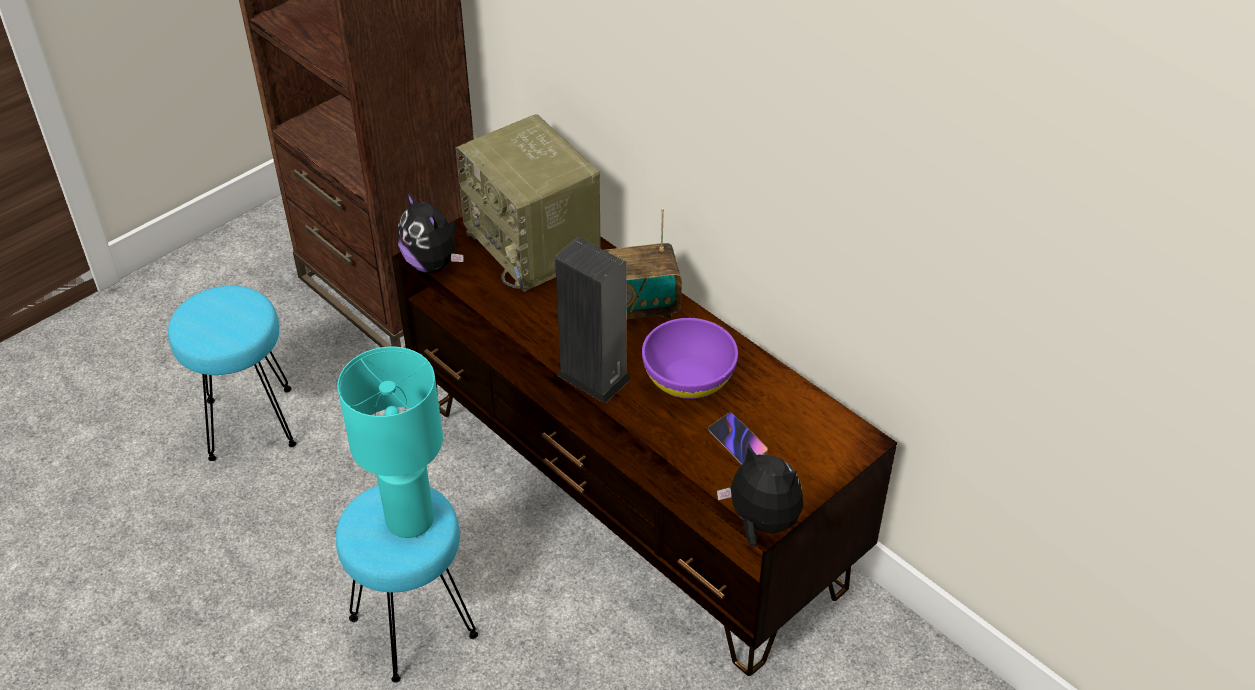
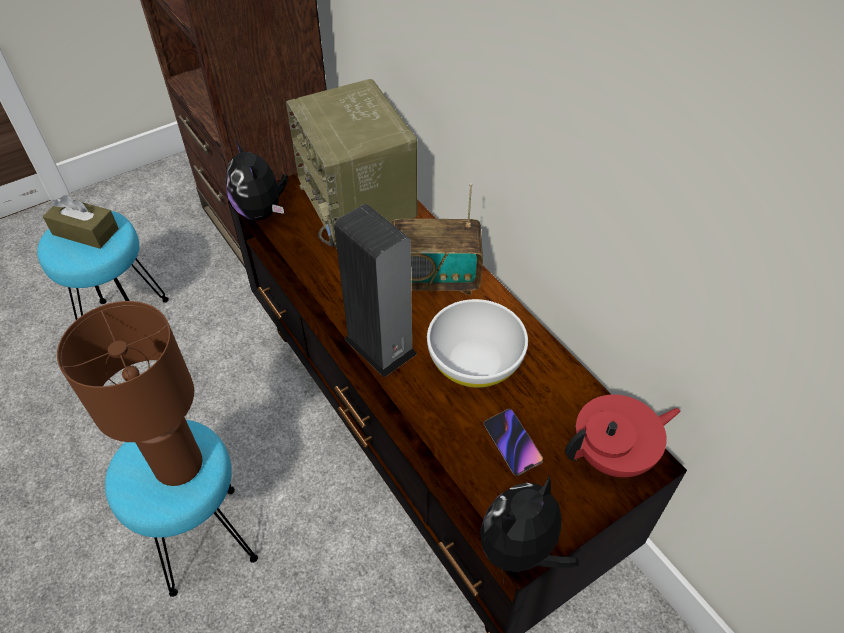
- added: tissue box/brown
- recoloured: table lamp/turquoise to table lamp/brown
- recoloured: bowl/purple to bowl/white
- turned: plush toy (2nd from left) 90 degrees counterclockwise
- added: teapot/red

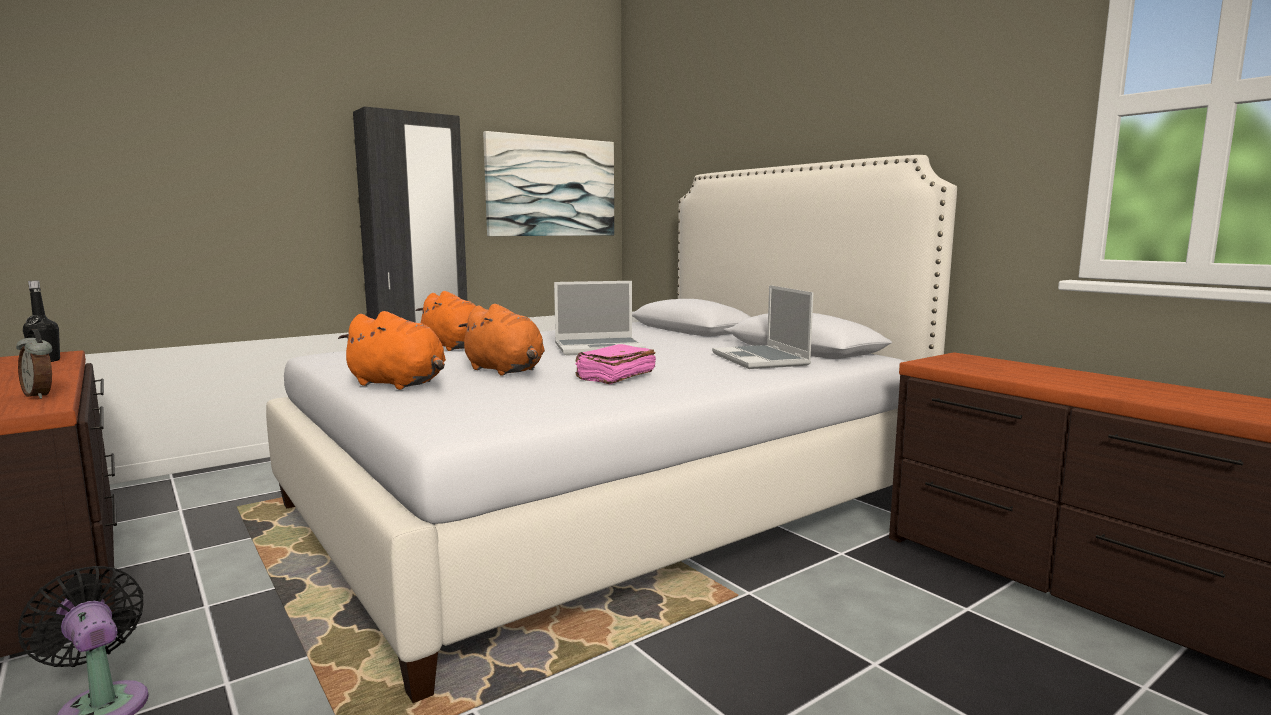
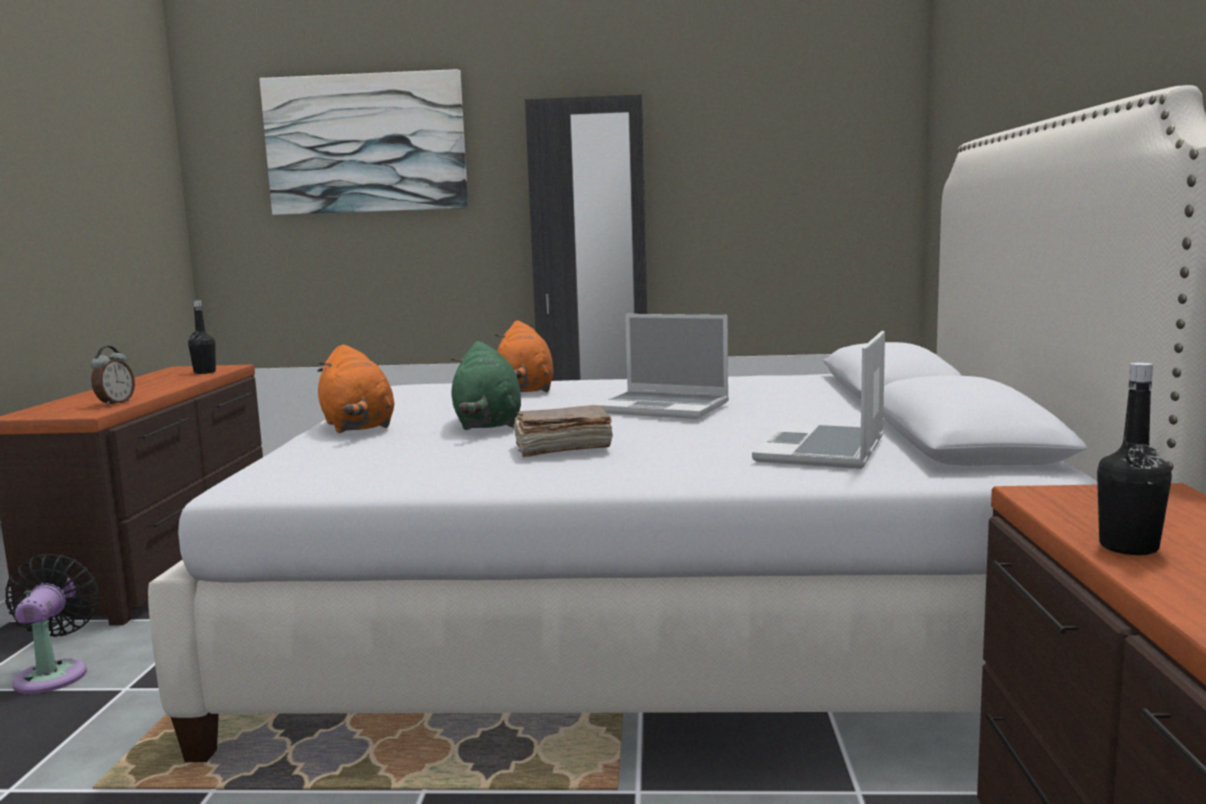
- turned: alarm clock 150 degrees counterclockwise
- moved: picture
- recoloured: plush toy/orange (3rd from left) to plush toy/green
- recoloured: book/pink to book/brown
- added: bottle/black (2nd from left)

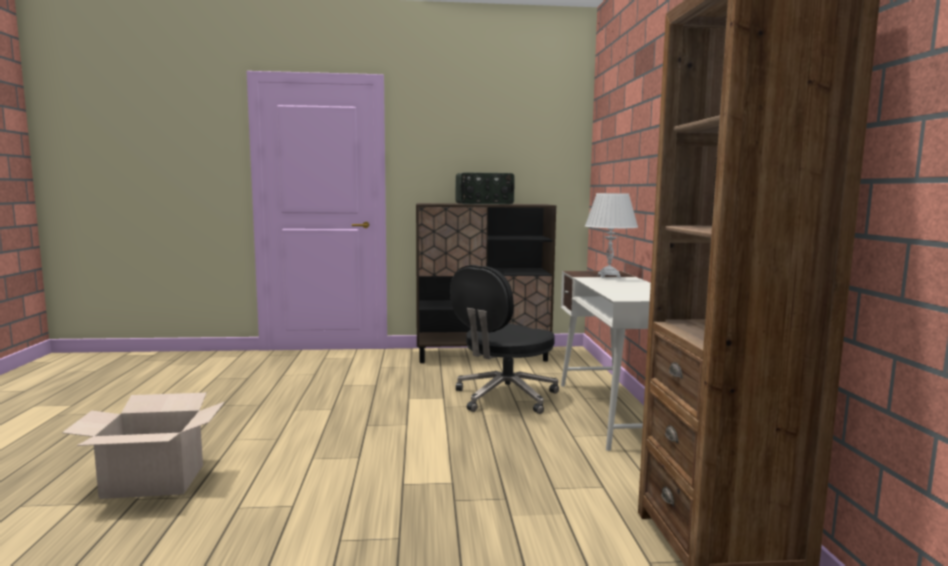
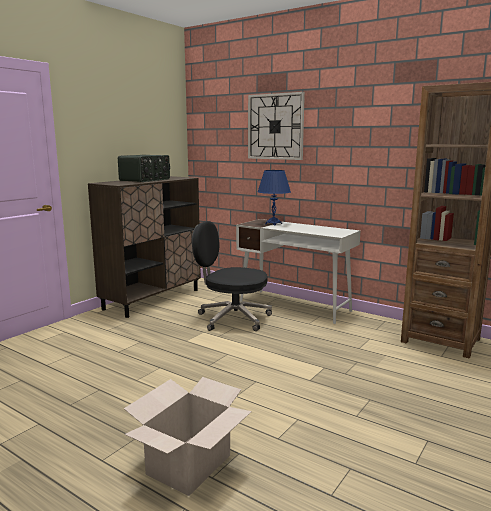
- turned: office chair/black 120 degrees clockwise
- added: wall clock
- recoloured: table lamp/white to table lamp/blue

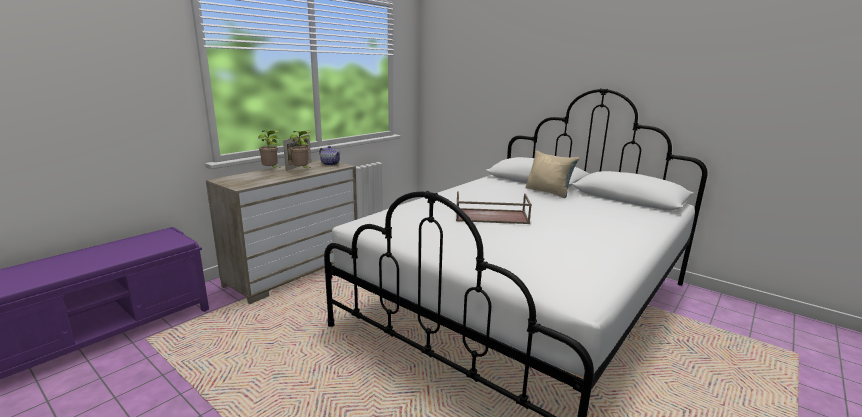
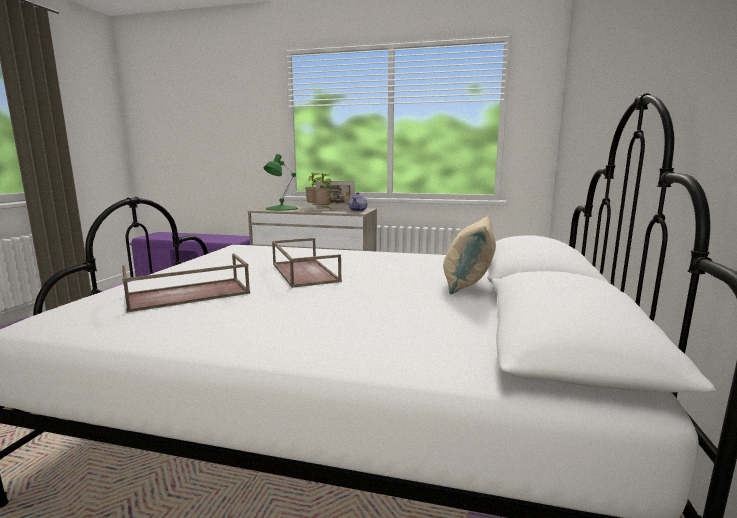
- added: tray/brown (1st from left)
- added: table lamp/green

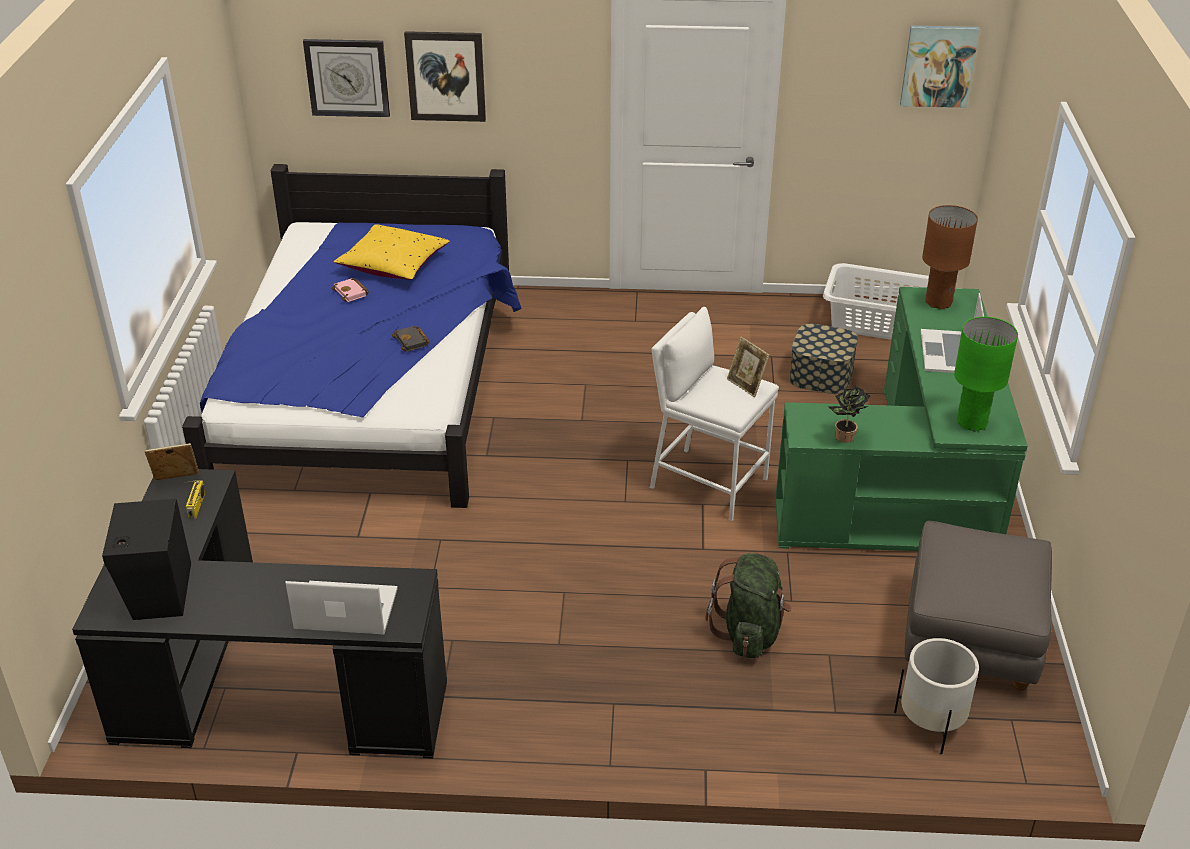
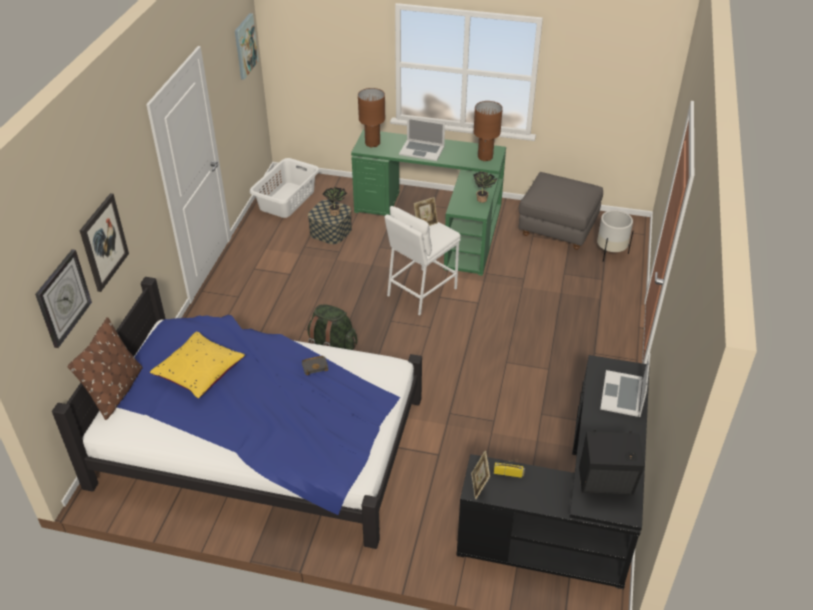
- added: pillow/brown
- moved: backpack/green
- added: potted plant (1st from left)
- recoloured: table lamp/green to table lamp/brown (2nd from left)
- removed: book/pink

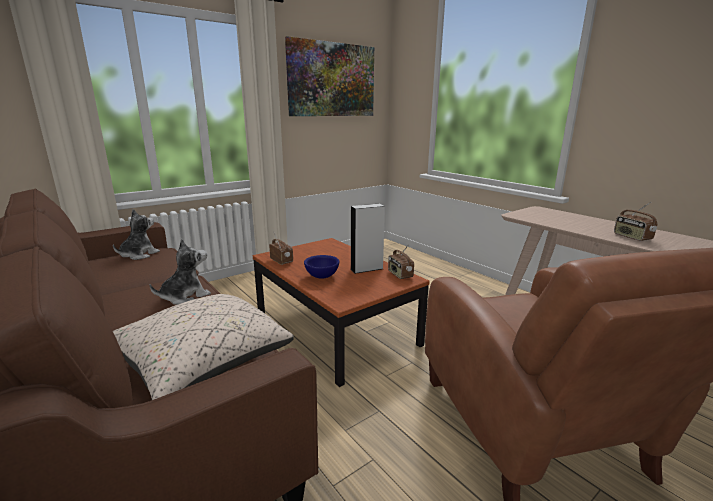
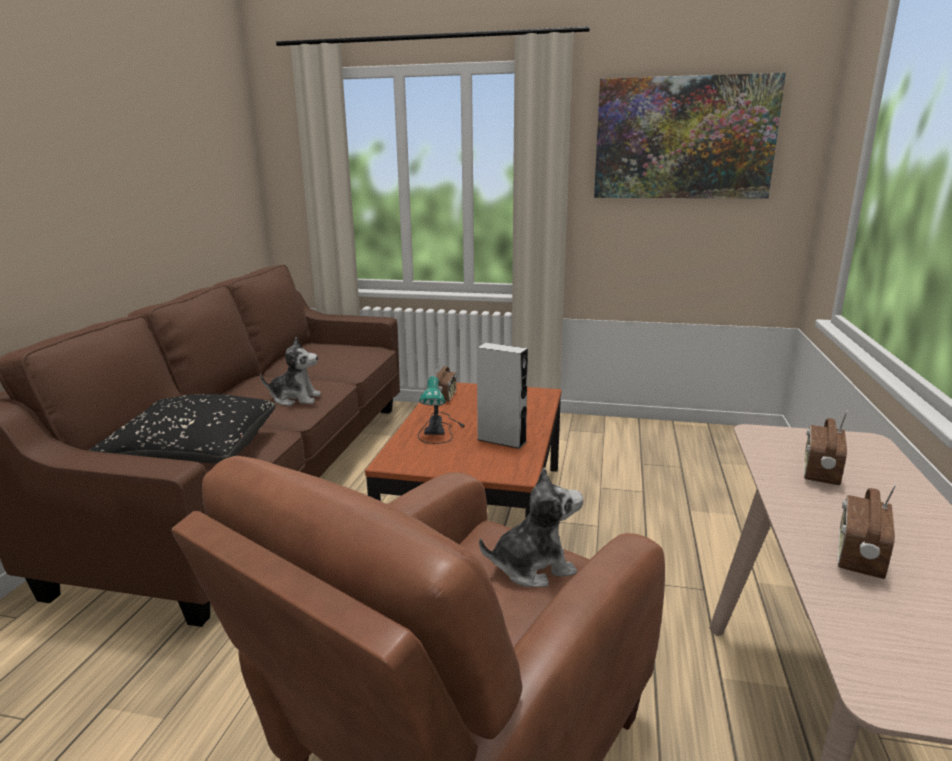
- recoloured: pillow/beige to pillow/black
- replaced: bowl/blue to table lamp
- moved: plush toy (1st from left in the first image) to plush toy (2nd from left)
- moved: radio (2nd from left)

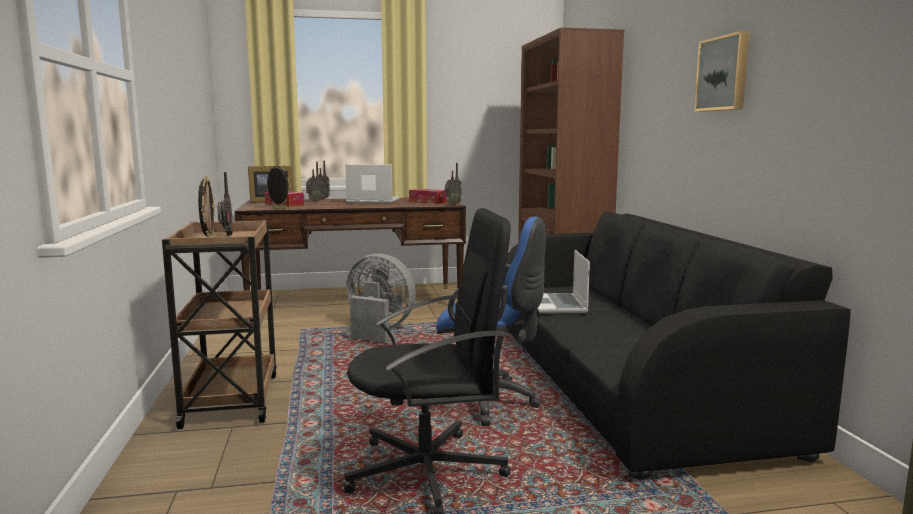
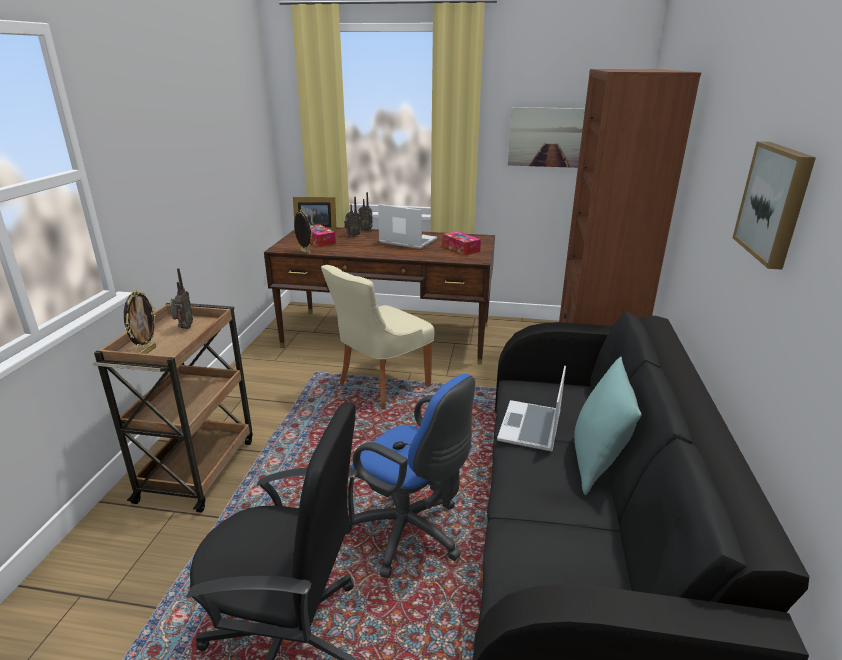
- replaced: fan/grey to chair/beige
- added: picture (1st from left)
- added: pillow/turquoise
- removed: radio (4th from left)

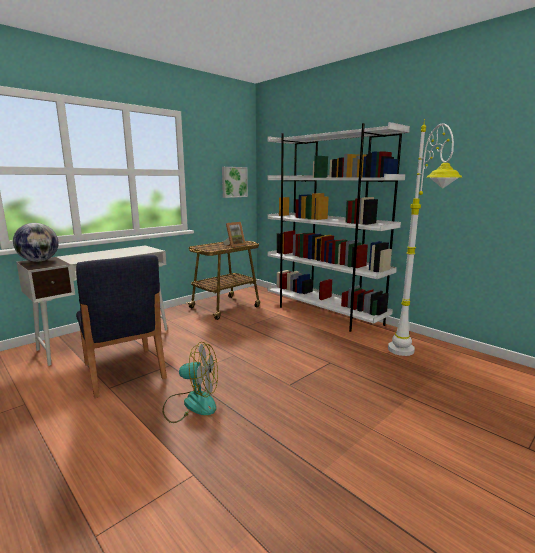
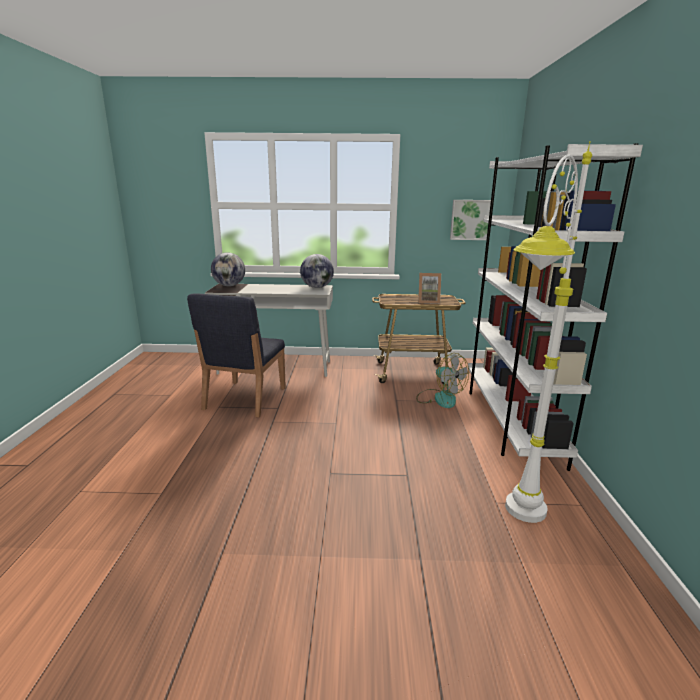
- added: globe (2nd from left)
- moved: fan

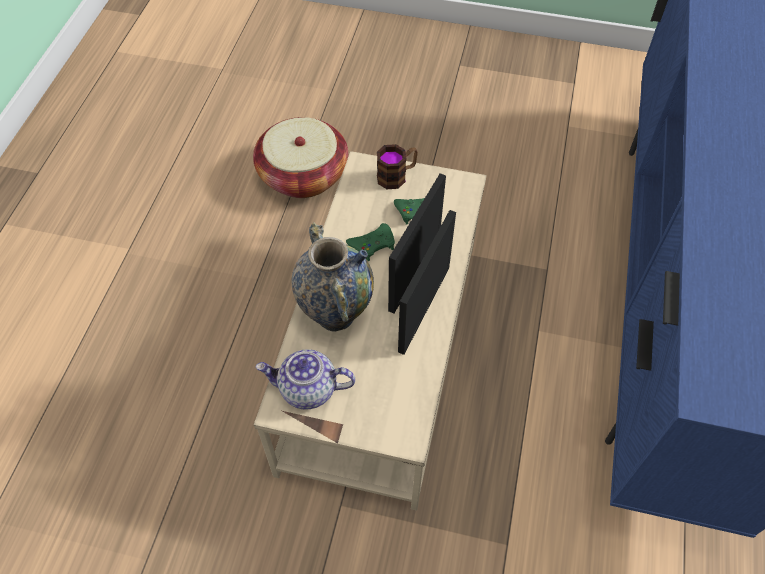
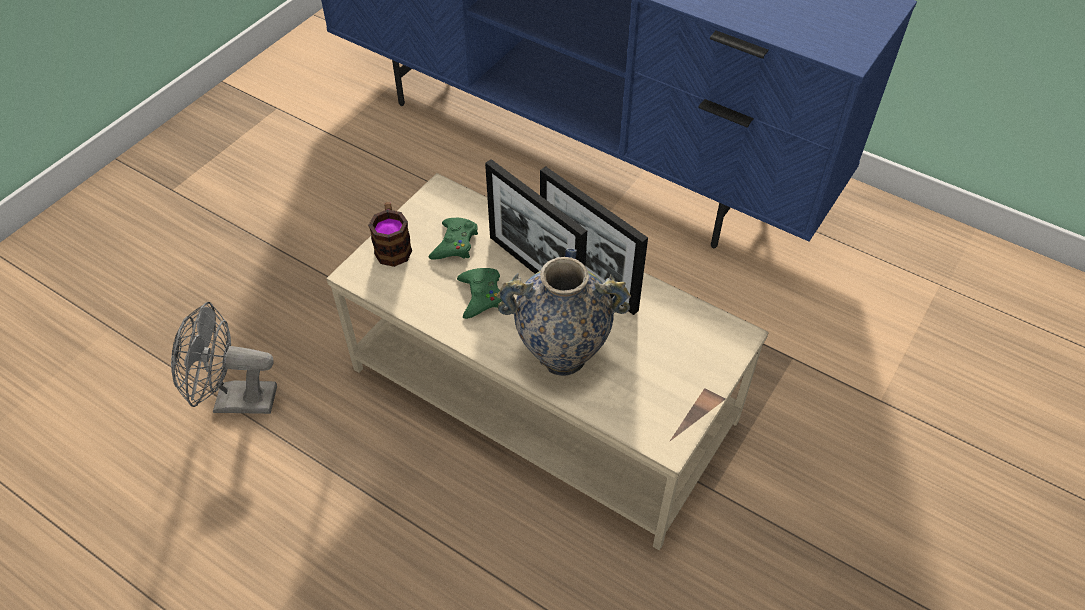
- replaced: basket to fan/grey
- removed: teapot

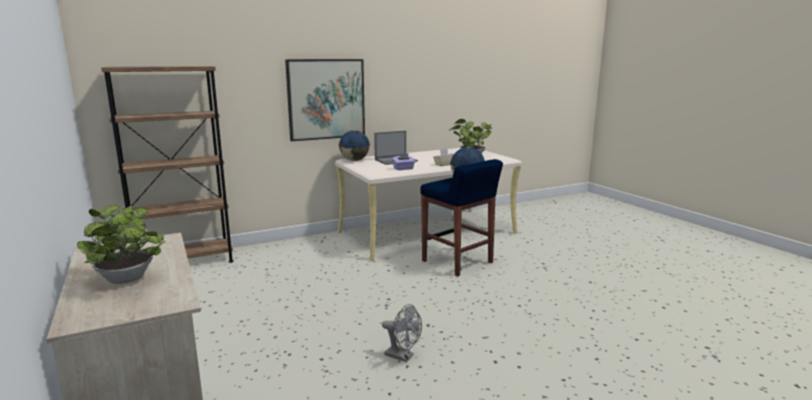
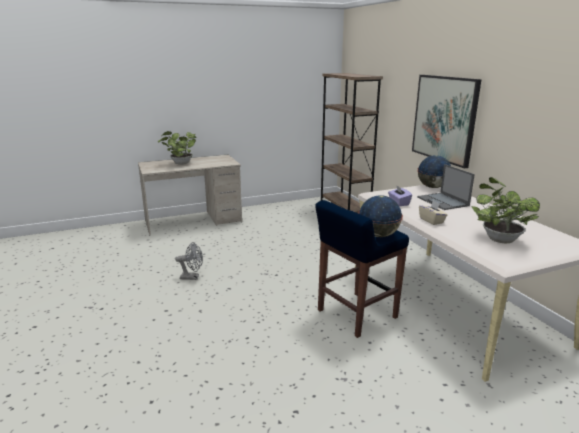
- turned: fan/grey 120 degrees counterclockwise

